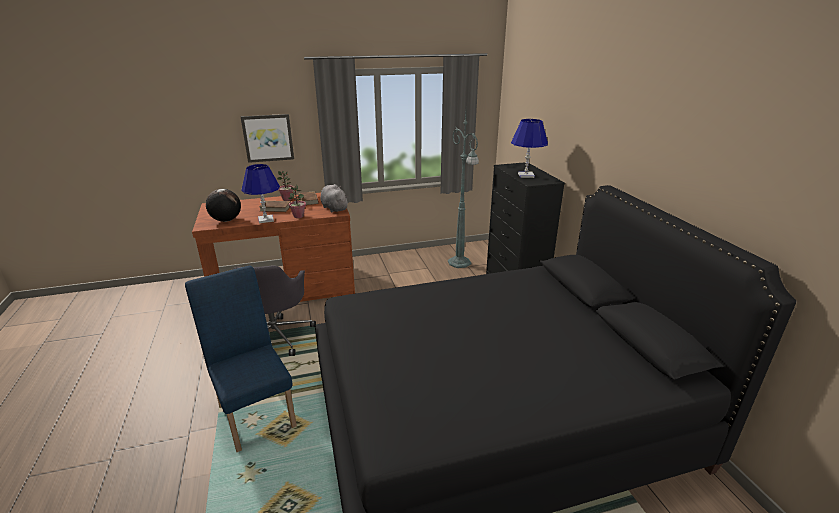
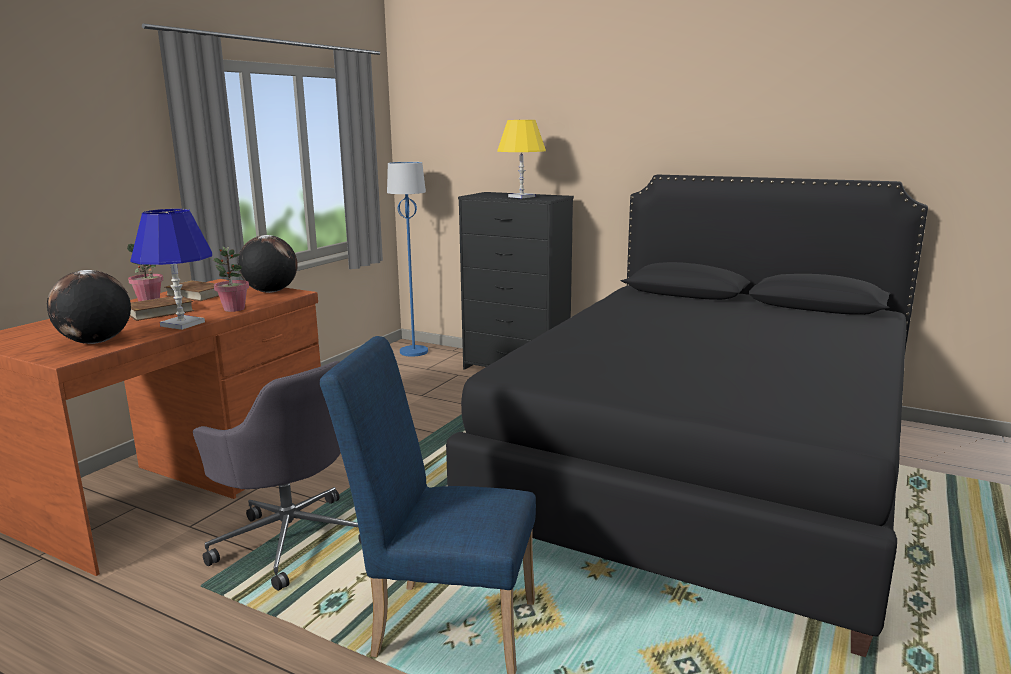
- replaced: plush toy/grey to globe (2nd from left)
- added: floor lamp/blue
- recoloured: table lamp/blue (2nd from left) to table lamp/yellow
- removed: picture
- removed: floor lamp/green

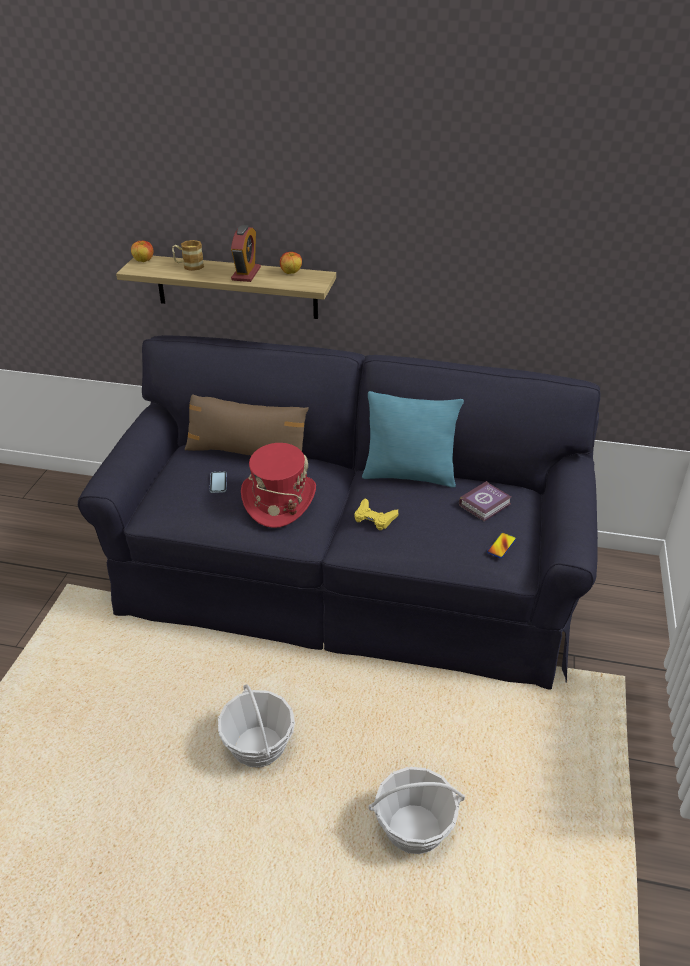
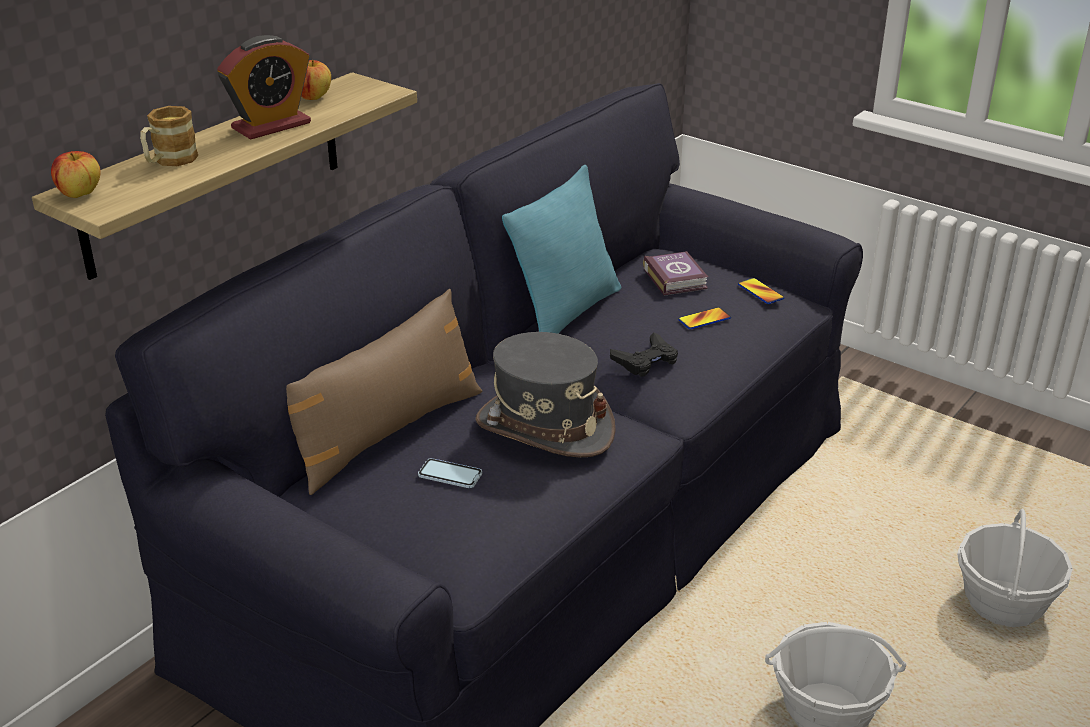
- turned: alarm clock 105 degrees clockwise
- recoloured: hat/red to hat/grey
- recoloured: game controller/yellow to game controller/black
- added: phone (2nd from left)

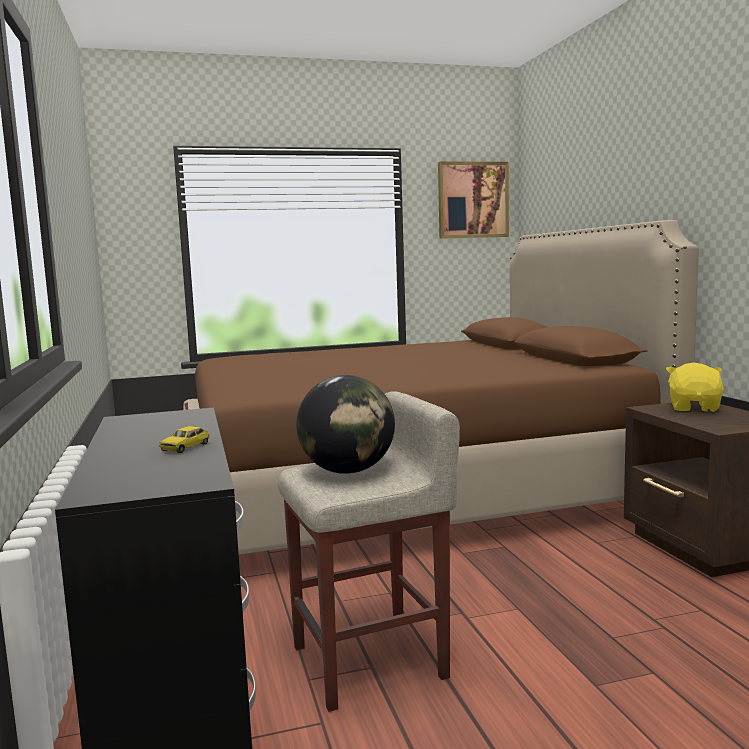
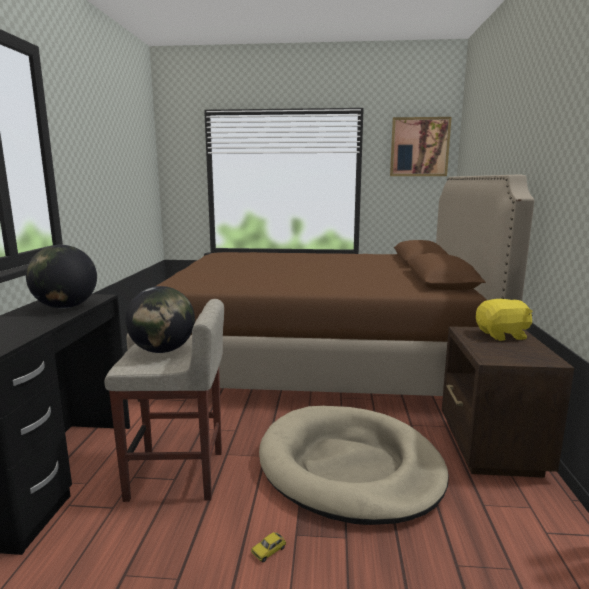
- added: globe (1st from left)
- moved: toy car
- added: dog bed/beige
- turned: plush toy/yellow 45 degrees clockwise

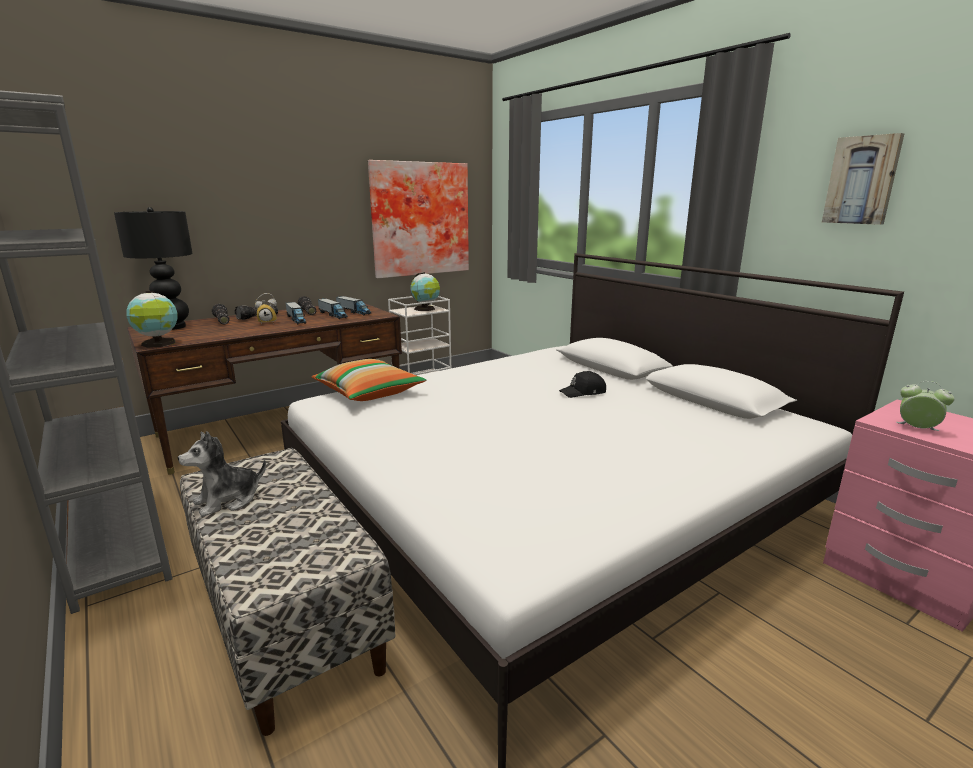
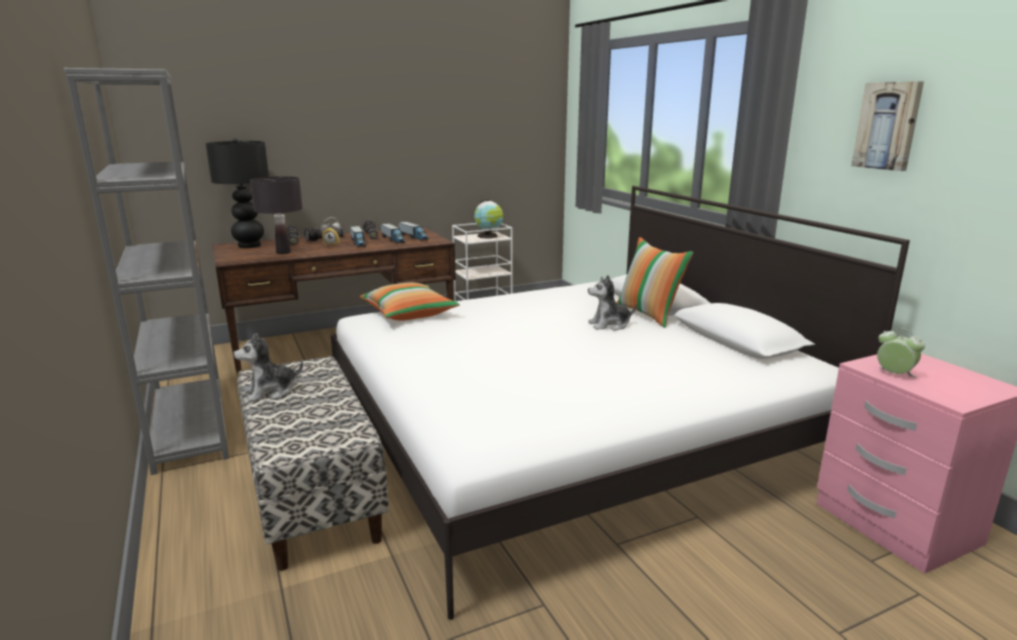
- added: table lamp/black (2nd from left)
- replaced: cap/black to plush toy (2nd from left)
- added: pillow (2nd from left)
- removed: globe (1st from left)
- removed: picture (1st from left)

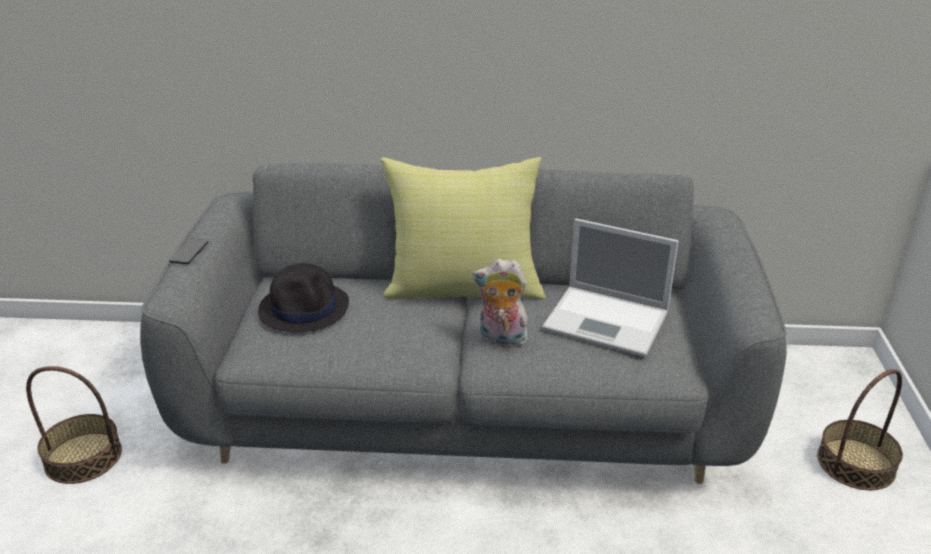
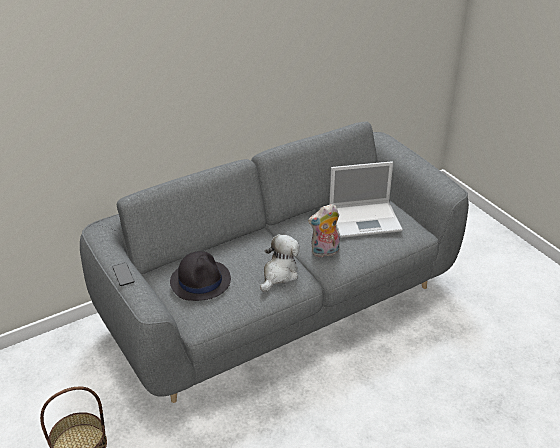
- added: plush toy (1st from left)
- removed: pillow/yellow
- removed: basket (2nd from left)

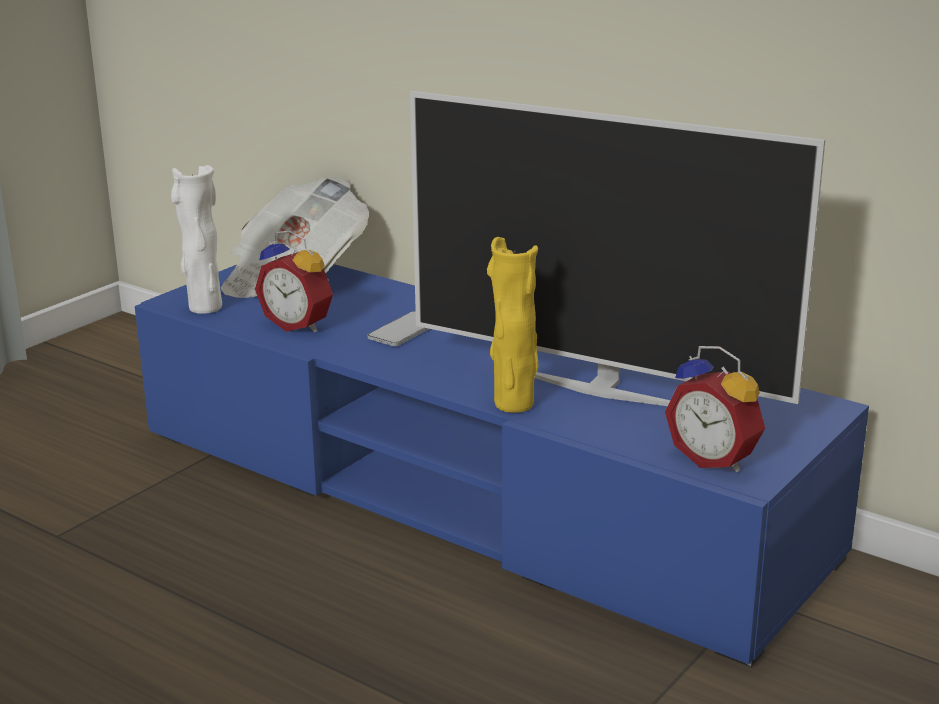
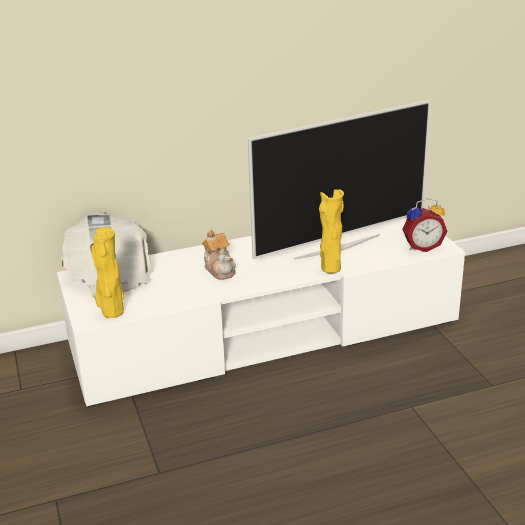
- recoloured: tv stand/blue to tv stand/white
- recoloured: vase/white to vase/yellow (1st from left)
- replaced: phone to teapot
- removed: alarm clock (1st from left)

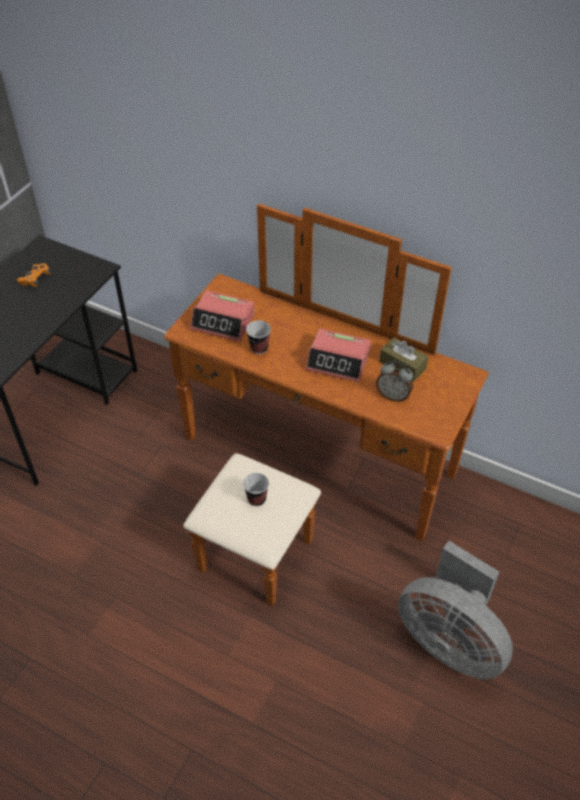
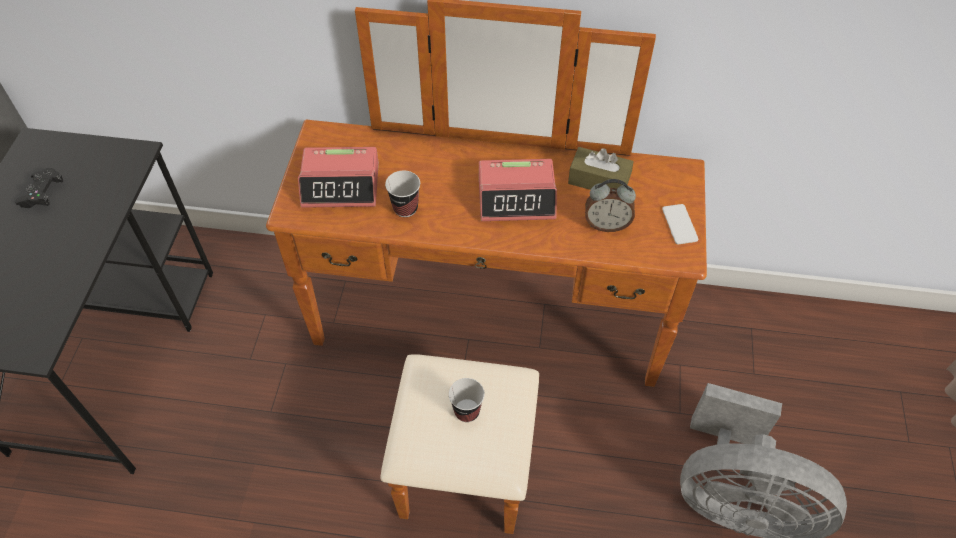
- recoloured: game controller/orange to game controller/black
- added: phone

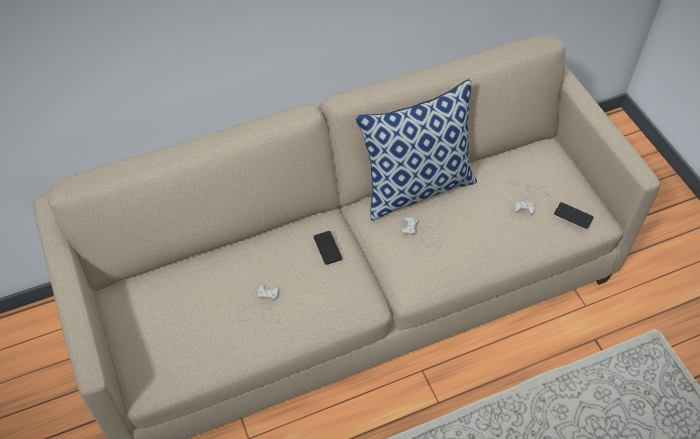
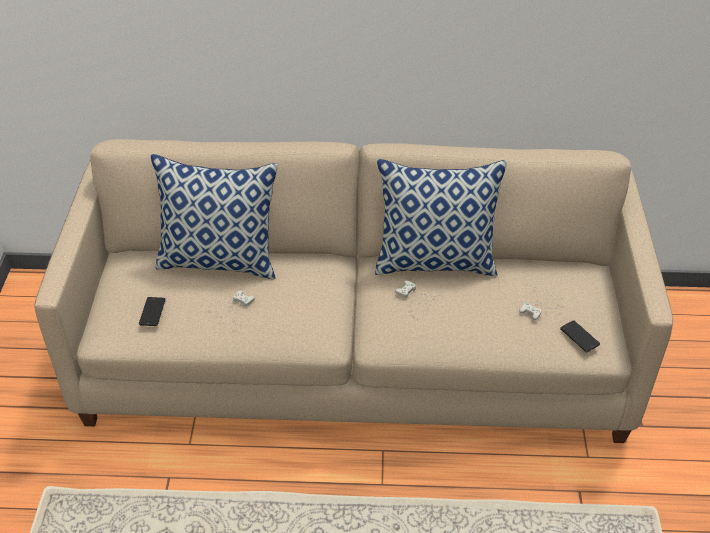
- moved: phone (1st from left)
- added: pillow (1st from left)

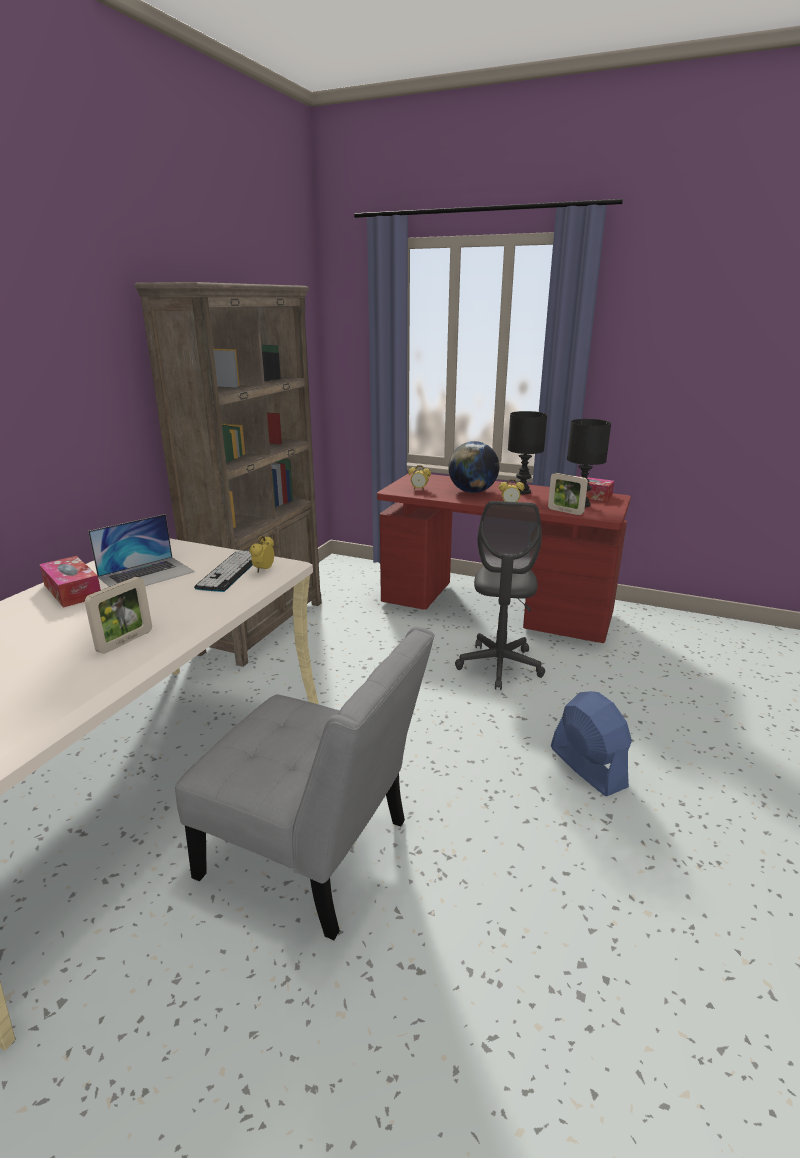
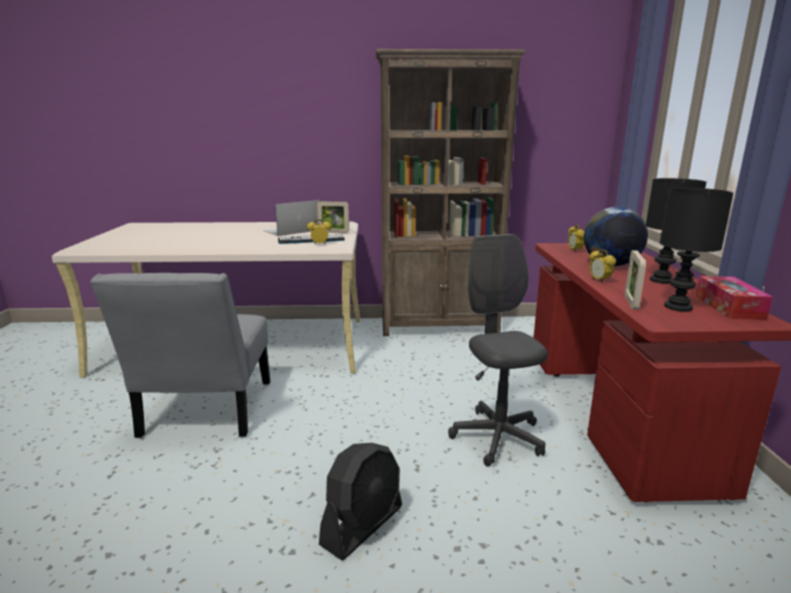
- turned: laptop 120 degrees clockwise
- moved: picture frame (1st from left)
- recoloured: fan/blue to fan/black
- turned: office chair/grey 90 degrees clockwise
- removed: tissue box (1st from left)

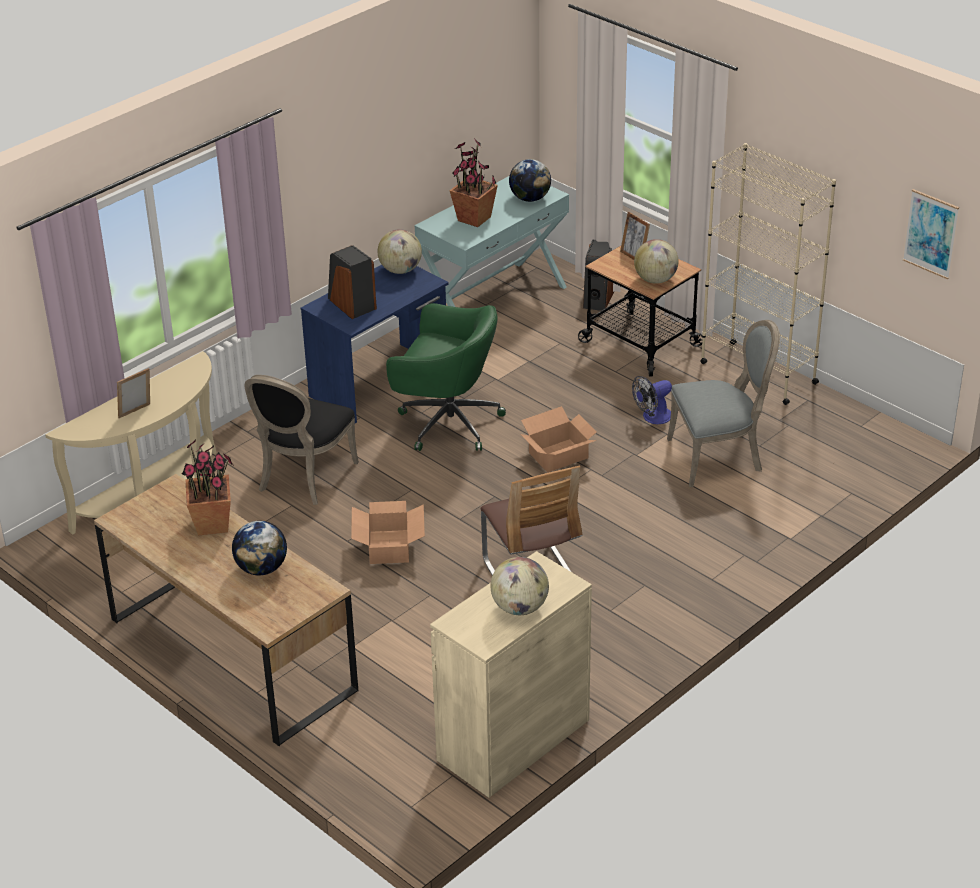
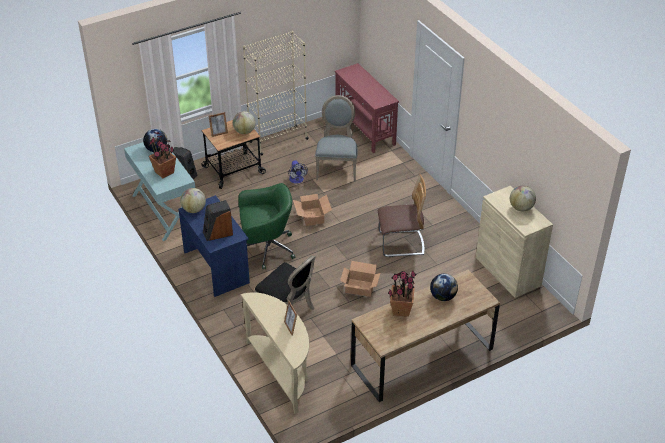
- turned: office chair/green 45 degrees clockwise
- added: console table/red
- removed: picture

